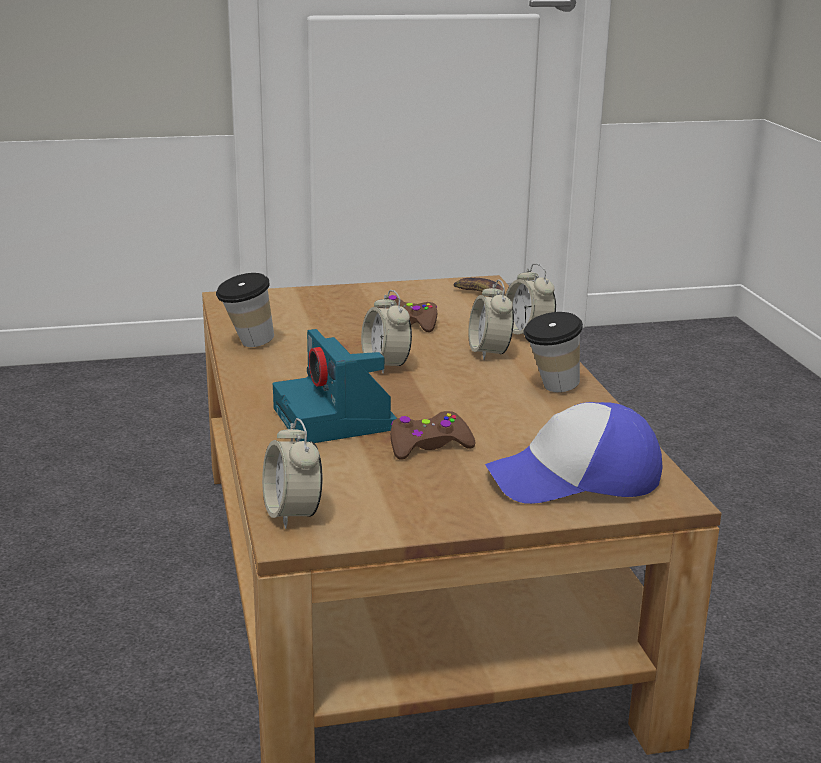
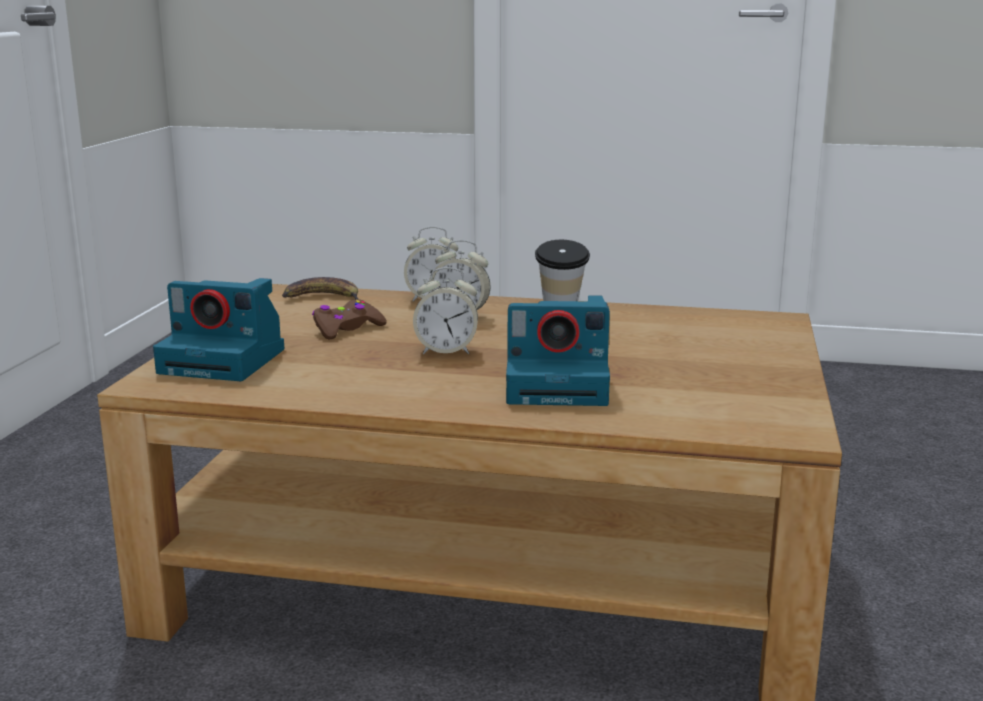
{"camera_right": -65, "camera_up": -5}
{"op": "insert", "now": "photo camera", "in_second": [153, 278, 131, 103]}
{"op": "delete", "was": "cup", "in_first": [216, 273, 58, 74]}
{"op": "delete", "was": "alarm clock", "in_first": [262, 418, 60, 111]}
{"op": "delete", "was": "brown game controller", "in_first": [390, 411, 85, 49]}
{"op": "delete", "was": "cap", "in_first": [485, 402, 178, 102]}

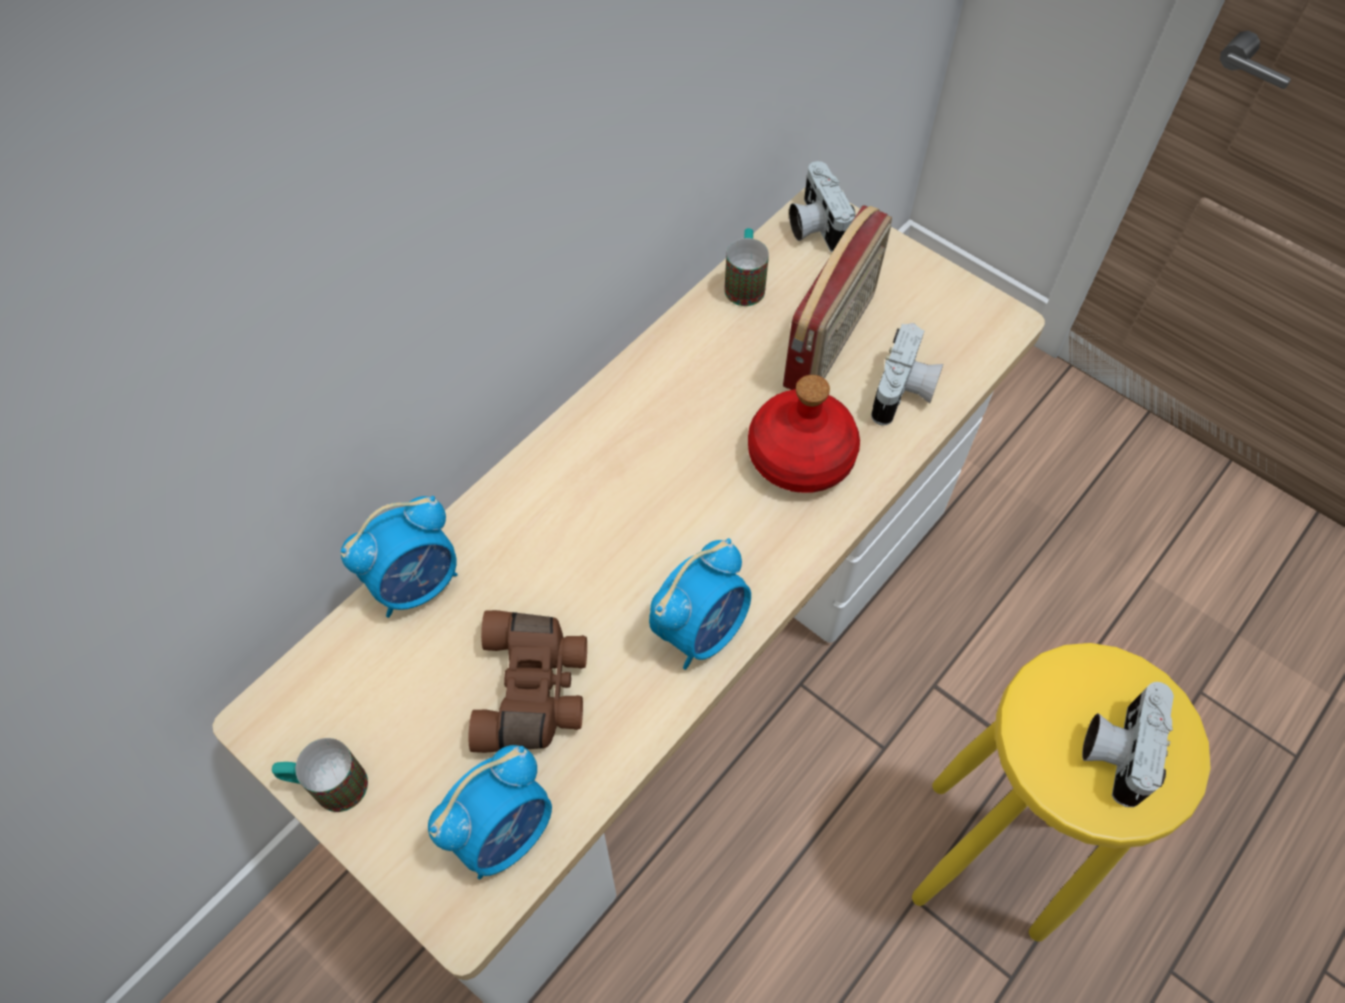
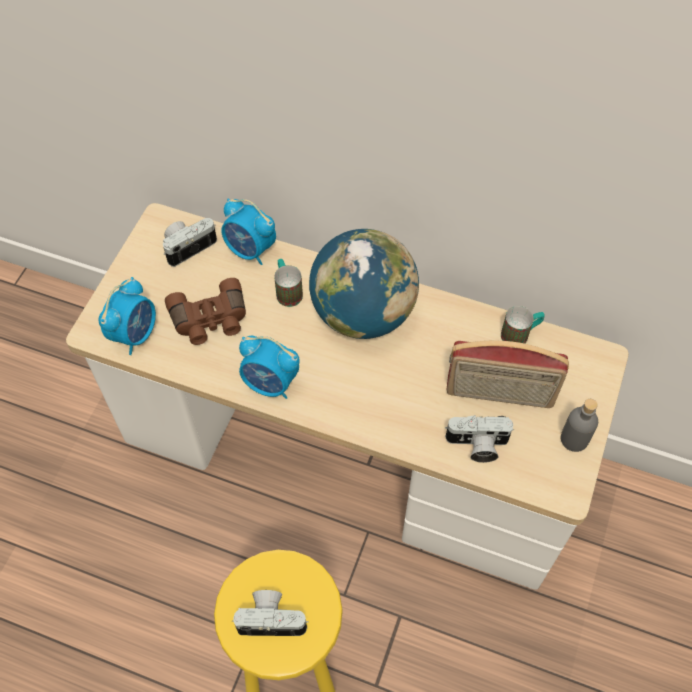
{"camera_right": 70, "camera_up": 0}
{"op": "rotate", "was": "alarm clock", "in_first": [428, 745, 124, 134], "in_second": [98, 277, 58, 78], "clockwise": -90}
{"op": "move", "was": "photo camera", "in_first": [789, 161, 66, 91], "in_second": [163, 218, 54, 49]}
{"op": "move", "was": "mug", "in_first": [272, 738, 96, 74], "in_second": [274, 259, 29, 48]}
{"op": "insert", "now": "globe", "in_second": [309, 229, 110, 110]}
{"op": "insert", "now": "grey bottle", "in_second": [561, 399, 37, 53]}
{"op": "delete", "was": "red bottle", "in_first": [748, 375, 112, 118]}

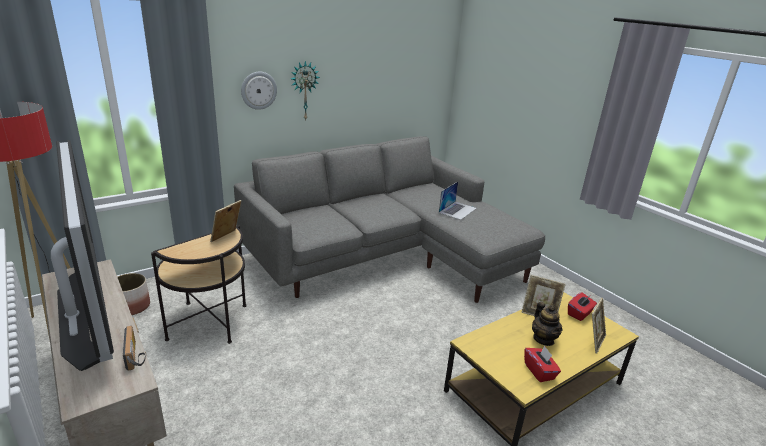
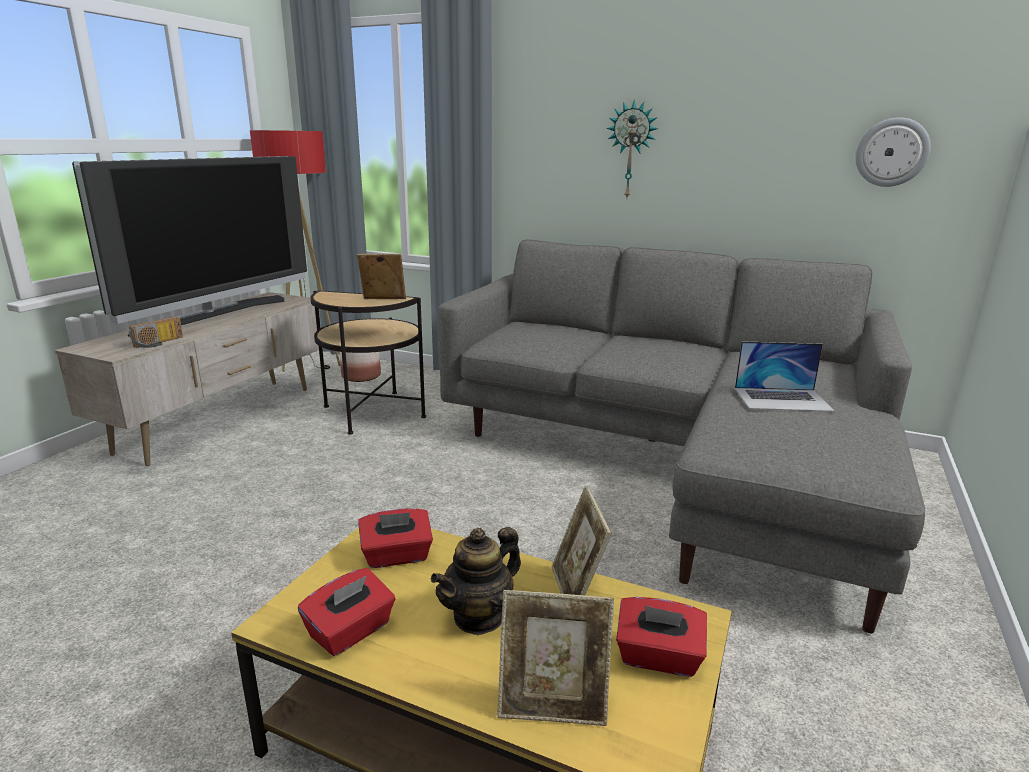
{"camera_right": 60, "camera_up": -5}
{"op": "insert", "now": "red tissue box", "in_second": [358, 508, 75, 60]}
{"op": "move", "was": "wall clock", "in_first": [241, 72, 36, 38], "in_second": [855, 117, 76, 70]}

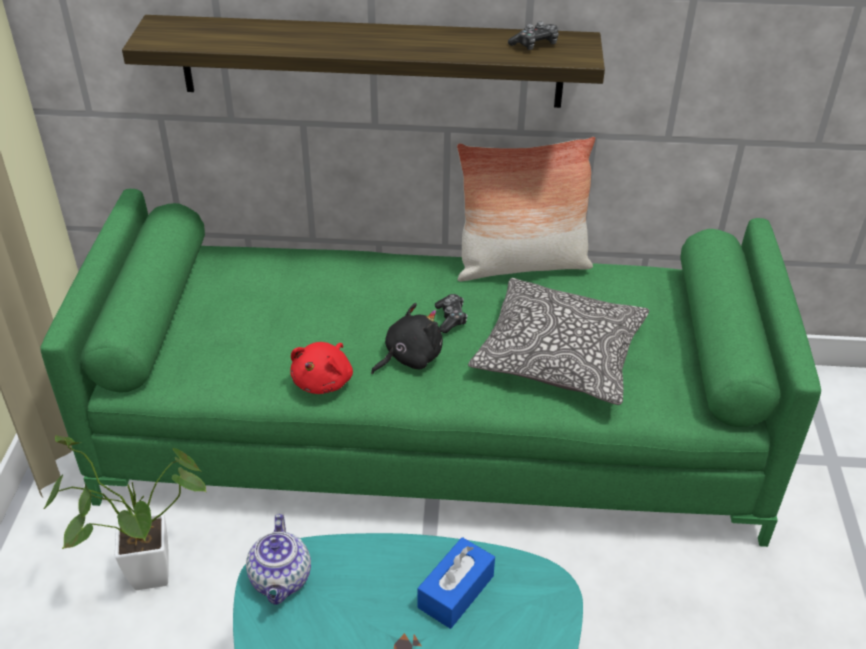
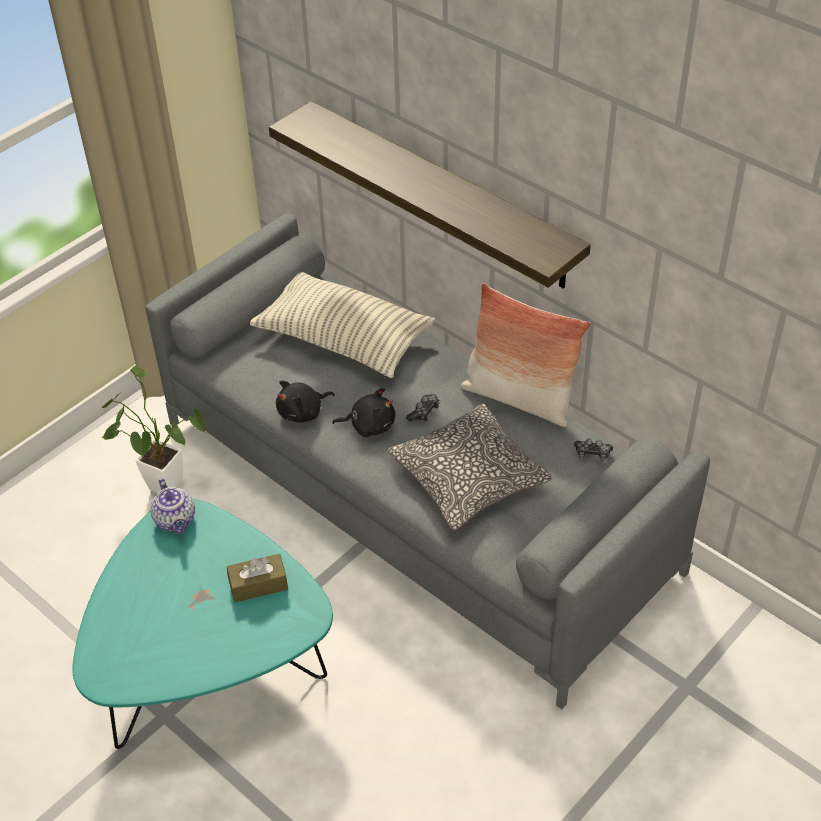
{"camera_right": 40, "camera_up": 5}
{"op": "recolor", "was": "green sofa", "now": "grey sofa", "in_first": [40, 189, 781, 358], "in_second": [145, 213, 565, 496]}
{"op": "rotate", "was": "teapot", "in_first": [246, 514, 65, 91], "in_second": [150, 478, 45, 55], "clockwise": -60}
{"op": "recolor", "was": "blue tissue box", "now": "brown tissue box", "in_first": [418, 537, 77, 92], "in_second": [227, 554, 61, 48]}
{"op": "insert", "now": "pillow", "in_second": [250, 272, 185, 106]}
{"op": "recolor", "was": "red plush toy", "now": "black plush toy", "in_first": [291, 342, 62, 52], "in_second": [276, 380, 59, 43]}
{"op": "move", "was": "game controller", "in_first": [508, 22, 51, 28], "in_second": [574, 439, 39, 22]}

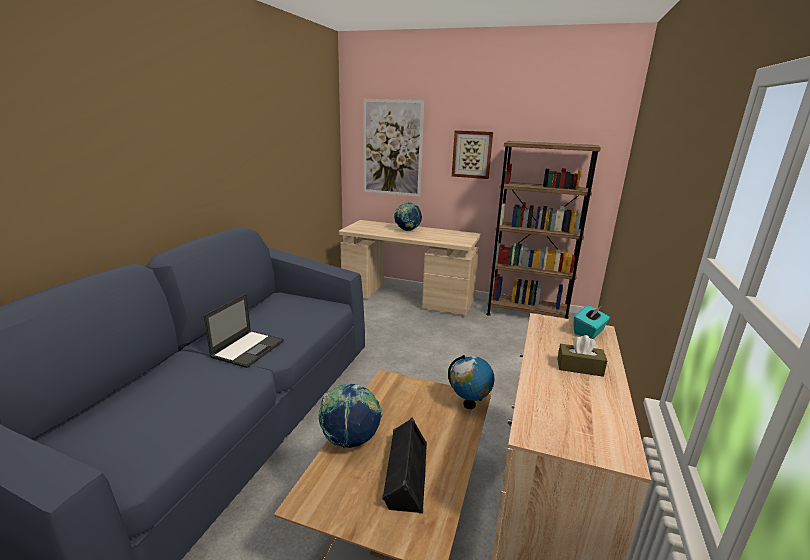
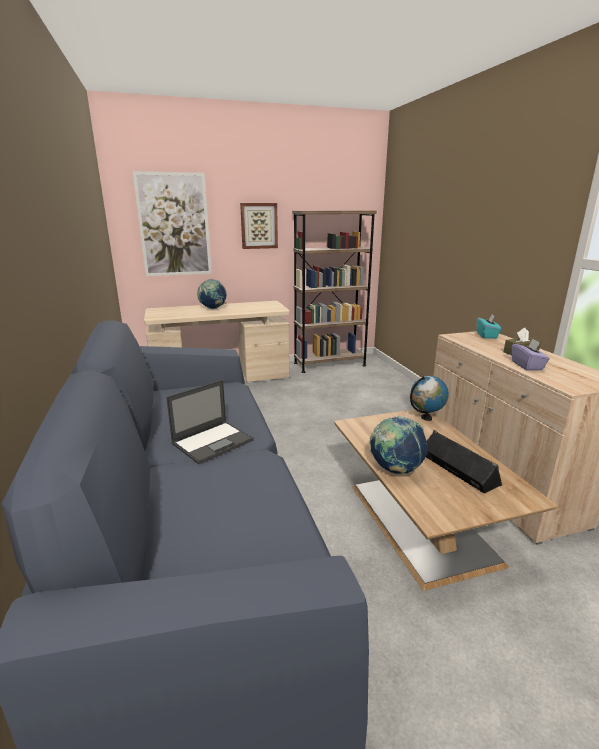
{"camera_right": -35, "camera_up": 0}
{"op": "rotate", "was": "laptop", "in_first": [204, 294, 80, 74], "in_second": [166, 380, 88, 84], "clockwise": 60}
{"op": "insert", "now": "purple tissue box", "in_second": [512, 339, 38, 32]}

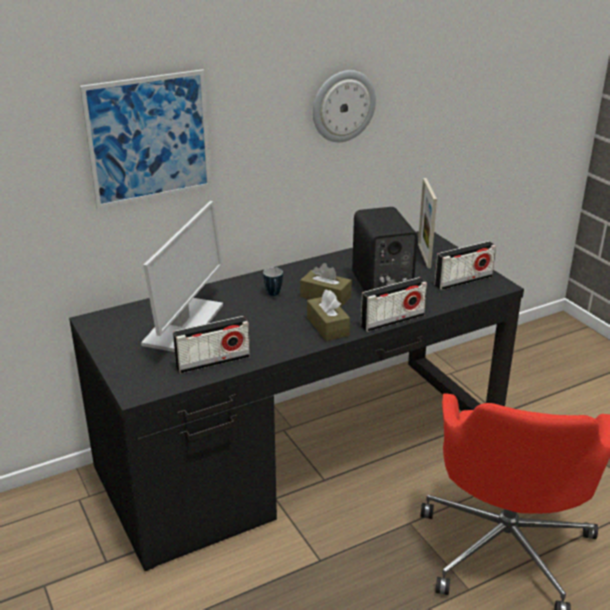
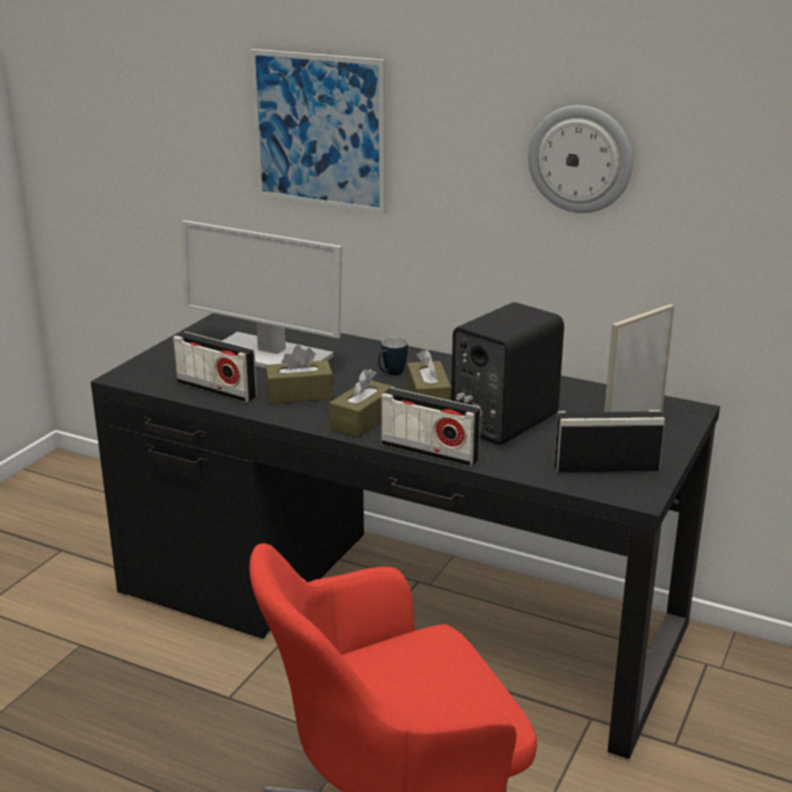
{"camera_right": 55, "camera_up": -5}
{"op": "rotate", "was": "monitor", "in_first": [141, 201, 82, 151], "in_second": [181, 220, 161, 148], "clockwise": 45}
{"op": "insert", "now": "brown tissue box", "in_second": [265, 345, 68, 59]}
{"op": "rotate", "was": "radio", "in_first": [434, 241, 62, 49], "in_second": [554, 410, 111, 62], "clockwise": 150}

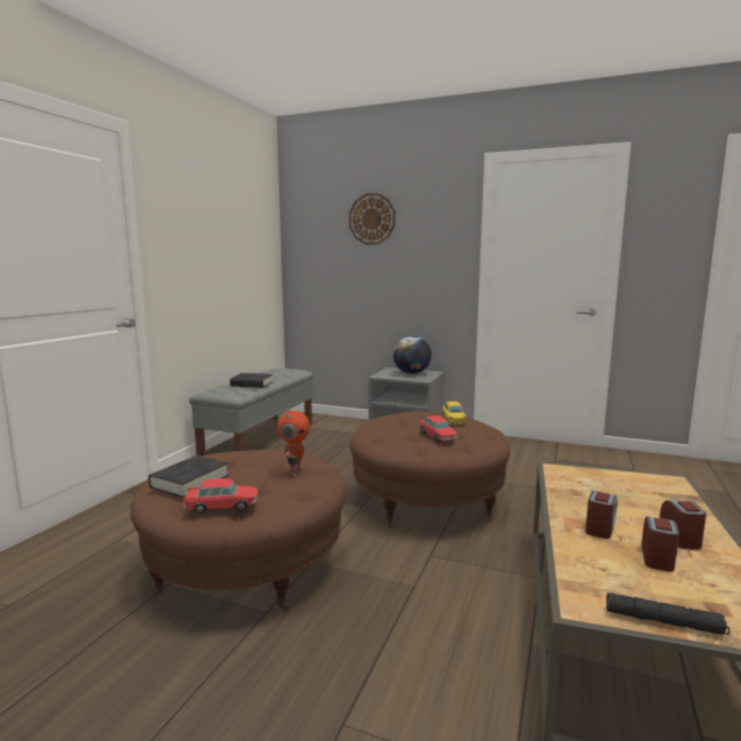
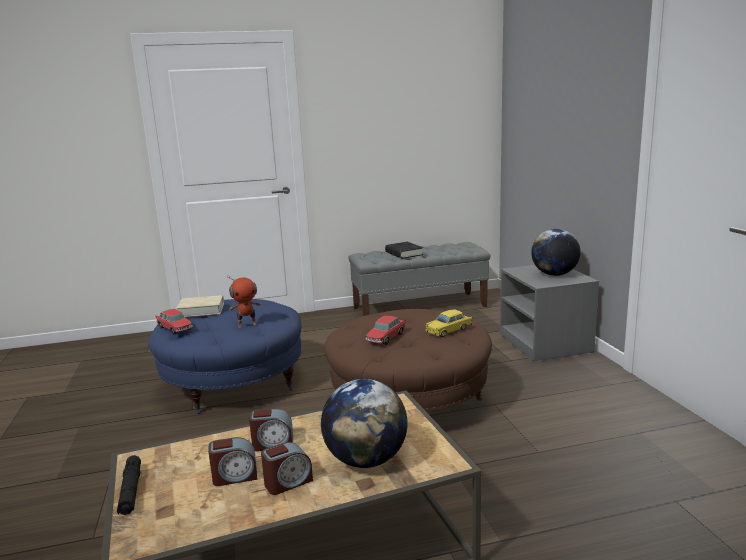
{"camera_right": 55, "camera_up": 5}
{"op": "recolor", "was": "brown ottoman", "now": "blue ottoman", "in_first": [130, 449, 216, 162], "in_second": [149, 299, 152, 115]}
{"op": "recolor", "was": "black book", "now": "beige book", "in_first": [148, 455, 81, 43], "in_second": [176, 295, 48, 22]}
{"op": "insert", "now": "globe", "in_second": [321, 379, 87, 89]}
{"op": "delete", "was": "wall clock", "in_first": [349, 193, 46, 52]}

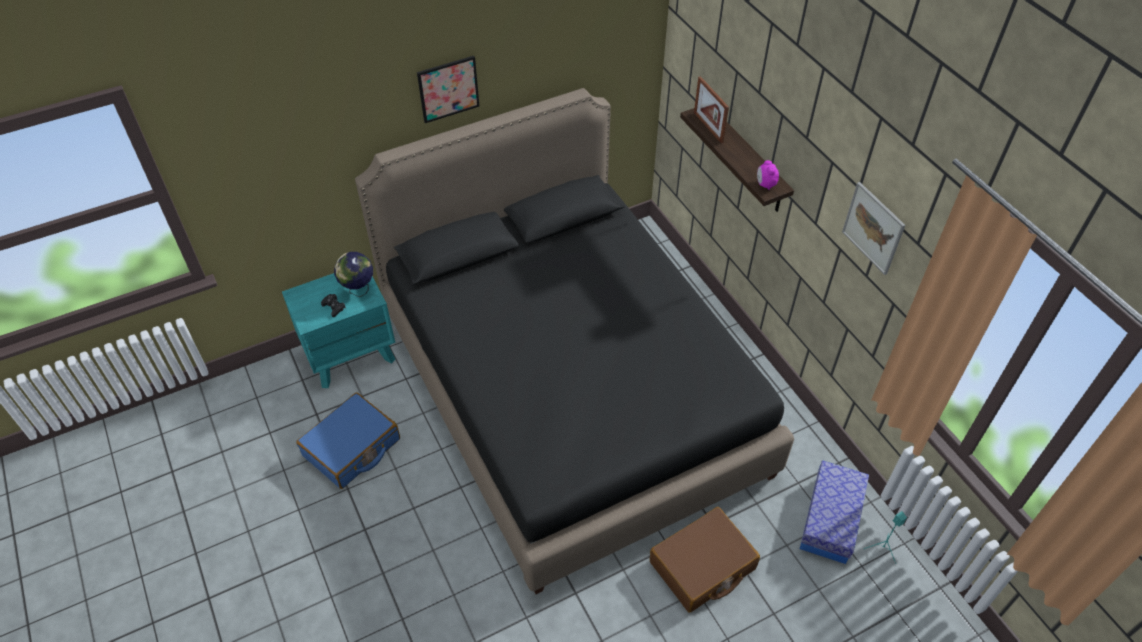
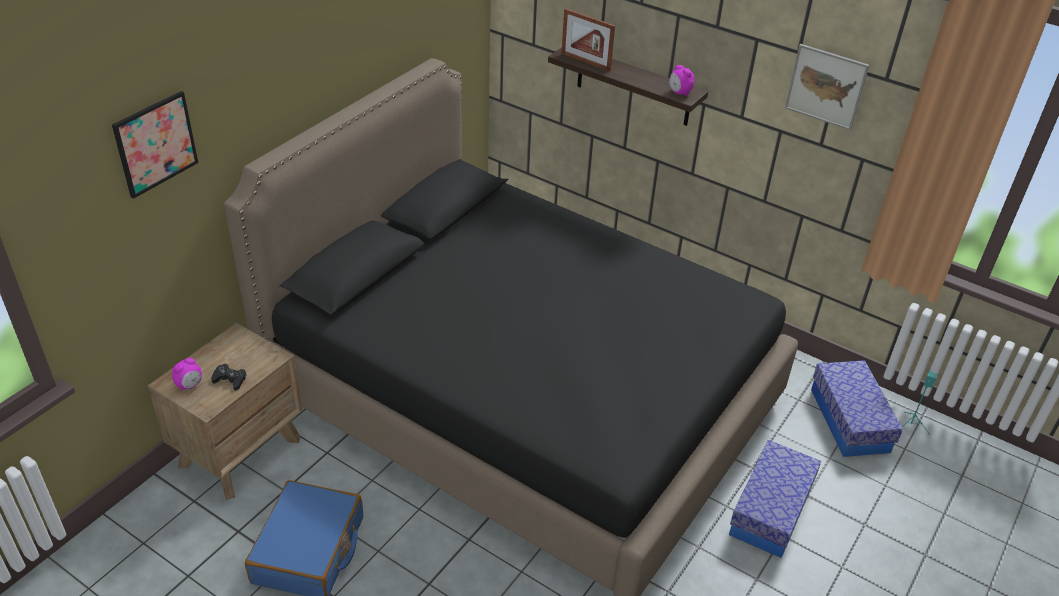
{"camera_right": -30, "camera_up": -10}
{"op": "move", "was": "picture", "in_first": [417, 56, 62, 67], "in_second": [112, 91, 86, 108]}
{"op": "recolor", "was": "turquoise nightstand", "now": "brown nightstand", "in_first": [282, 273, 113, 115], "in_second": [148, 323, 154, 177]}
{"op": "insert", "now": "alarm clock", "in_second": [172, 358, 30, 32]}
{"op": "replace", "was": "brown suitcase", "now": "storage box", "in_first": [650, 507, 110, 106], "in_second": [729, 440, 92, 118]}
{"op": "delete", "was": "globe", "in_first": [334, 252, 39, 45]}

